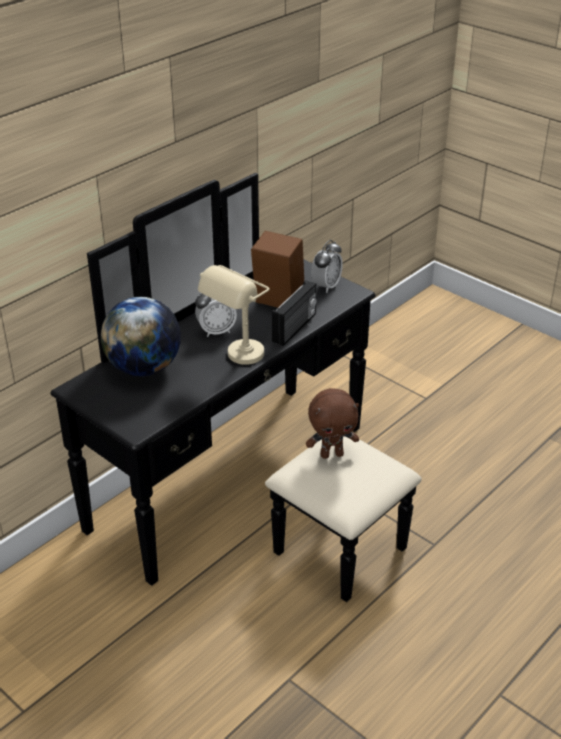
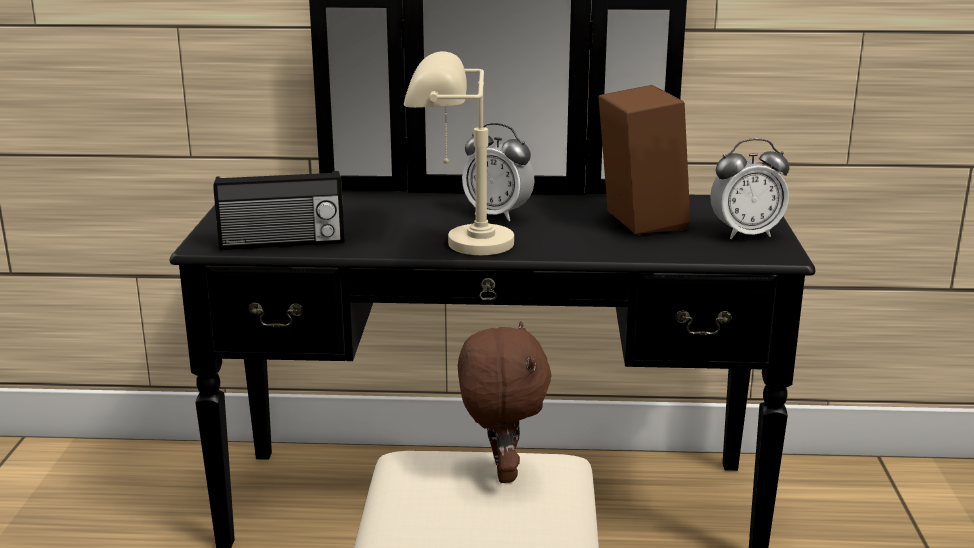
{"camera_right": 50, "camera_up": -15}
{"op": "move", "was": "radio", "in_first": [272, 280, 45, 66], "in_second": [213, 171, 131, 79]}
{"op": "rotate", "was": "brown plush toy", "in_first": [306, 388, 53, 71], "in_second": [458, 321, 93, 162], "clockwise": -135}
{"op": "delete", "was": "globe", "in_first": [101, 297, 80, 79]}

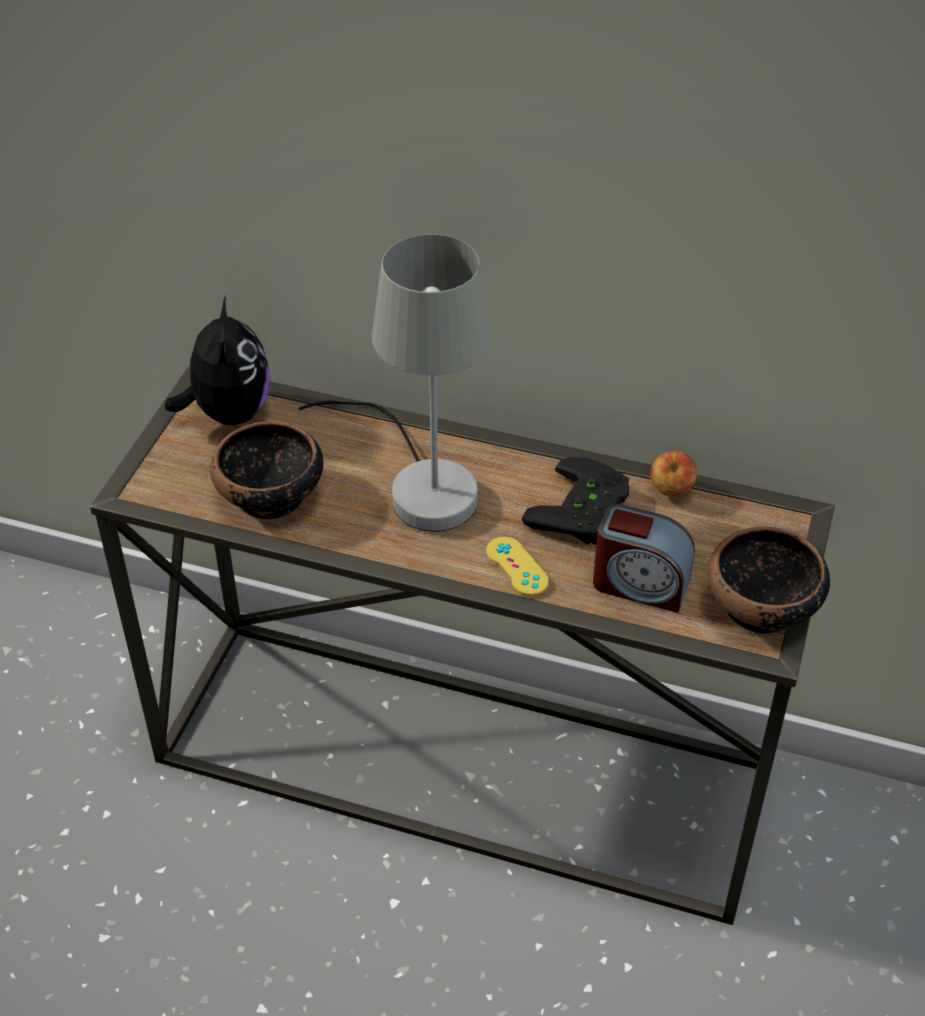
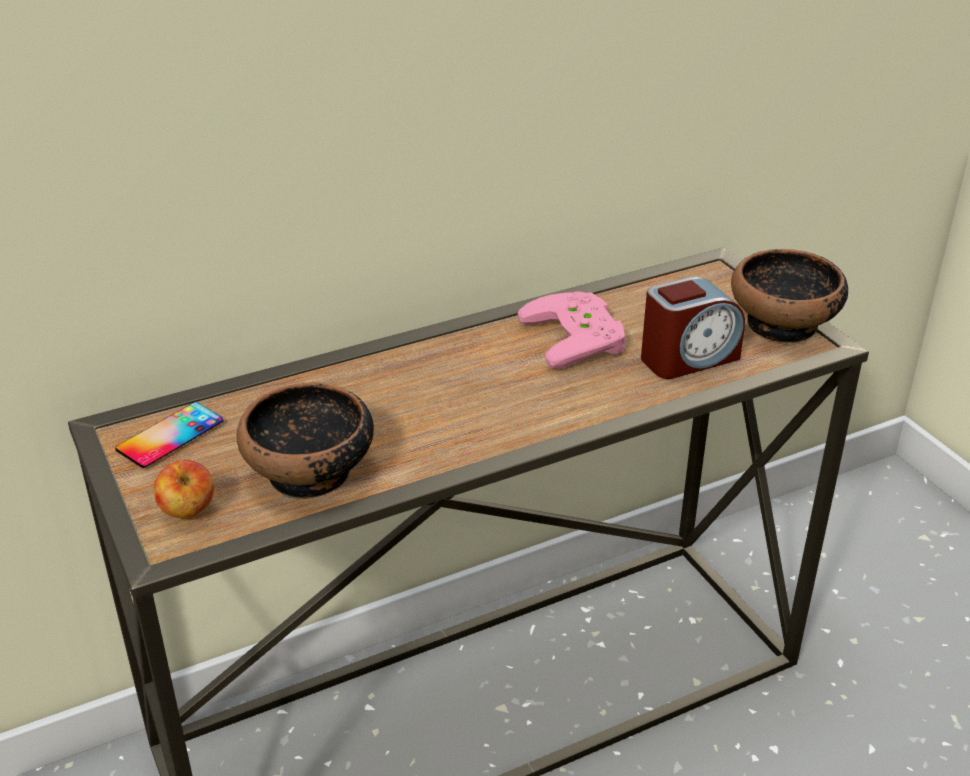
{"camera_right": -45, "camera_up": -10}
{"op": "replace", "was": "plush toy", "now": "phone", "in_first": [165, 296, 106, 129], "in_second": [115, 402, 109, 66]}
{"op": "move", "was": "apple", "in_first": [650, 451, 47, 45], "in_second": [154, 460, 60, 58]}
{"op": "recolor", "was": "black game controller", "now": "pink game controller", "in_first": [522, 457, 108, 88], "in_second": [518, 291, 107, 78]}
{"op": "delete", "was": "grey table lamp", "in_first": [298, 234, 194, 298]}
{"op": "delete", "was": "yellow game controller", "in_first": [486, 537, 63, 59]}

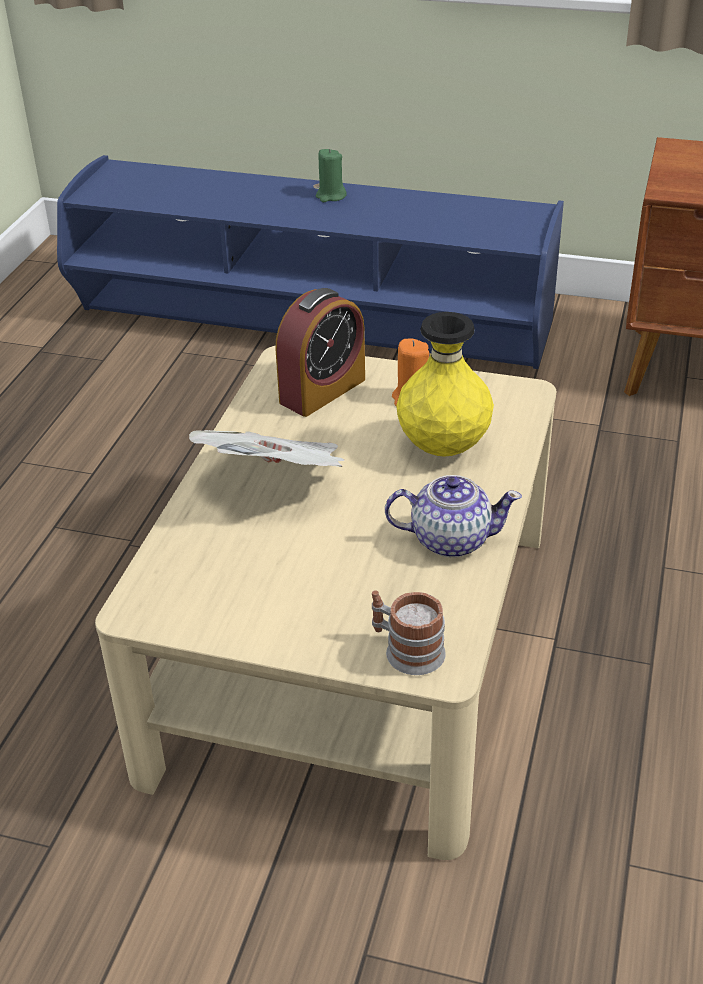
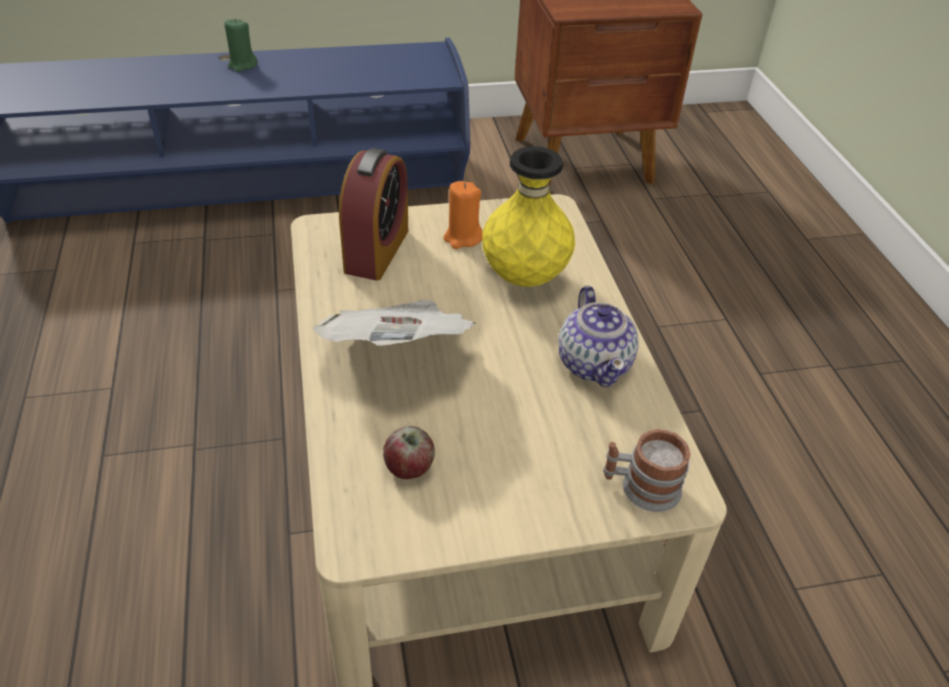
{"camera_right": -30, "camera_up": 5}
{"op": "insert", "now": "apple", "in_second": [383, 426, 52, 53]}
{"op": "rotate", "was": "teapot", "in_first": [385, 475, 137, 82], "in_second": [559, 286, 80, 101], "clockwise": 105}

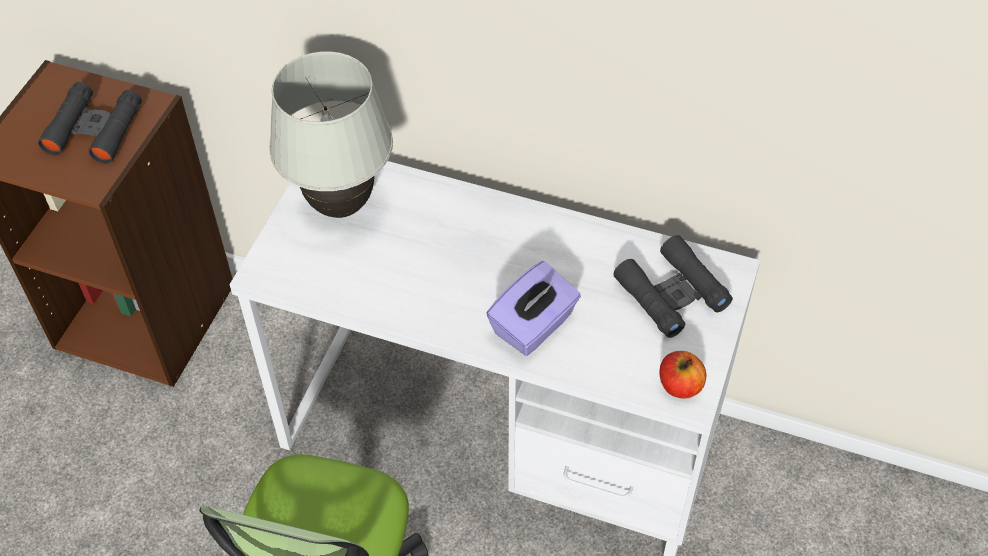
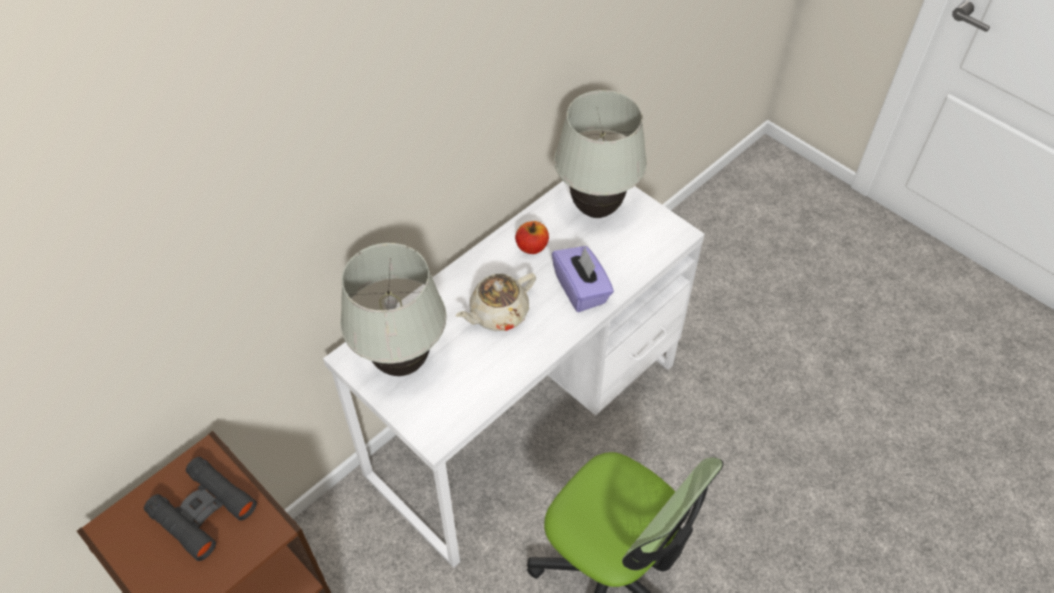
{"camera_right": -65, "camera_up": 0}
{"op": "insert", "now": "beige teapot", "in_second": [456, 273, 80, 58]}
{"op": "move", "was": "apple", "in_first": [660, 351, 46, 48], "in_second": [515, 221, 34, 33]}
{"op": "replace", "was": "black binoculars", "now": "white table lamp", "in_first": [613, 235, 120, 103], "in_second": [554, 90, 93, 128]}

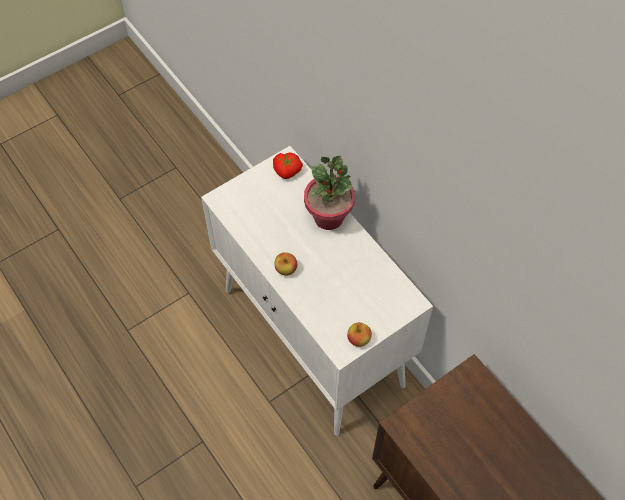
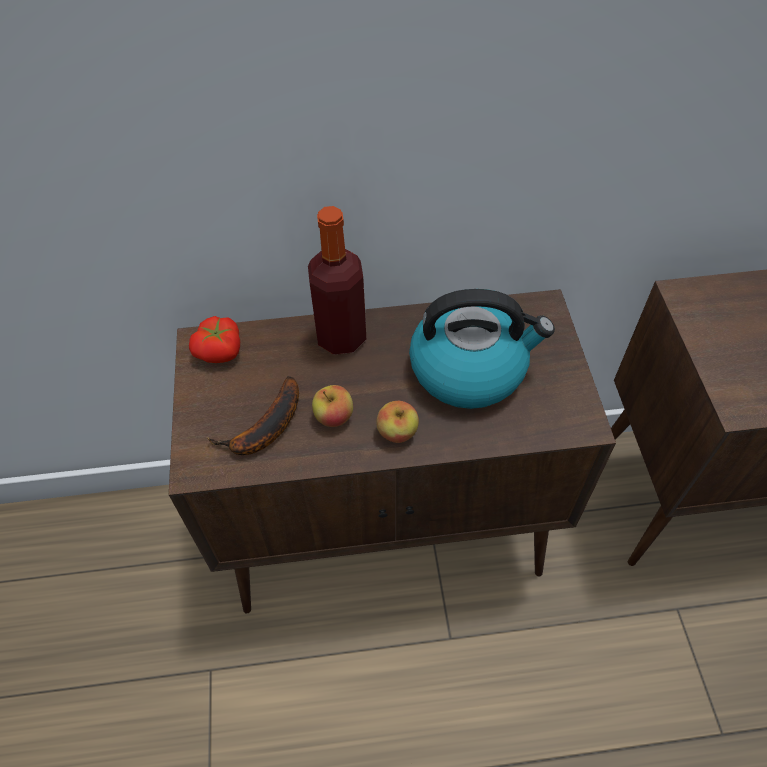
{"camera_right": -60, "camera_up": -5}
{"op": "recolor", "was": "white cabinet", "now": "brown cabinet", "in_first": [201, 146, 232, 290], "in_second": [169, 289, 447, 324]}
{"op": "insert", "now": "banana", "in_second": [207, 376, 92, 79]}
{"op": "replace", "was": "potted plant", "now": "bottle", "in_first": [304, 156, 51, 74], "in_second": [308, 206, 58, 149]}
{"op": "move", "was": "apple", "in_first": [347, 322, 25, 25], "in_second": [312, 385, 41, 42]}
{"op": "insert", "now": "kettle", "in_second": [409, 289, 146, 120]}

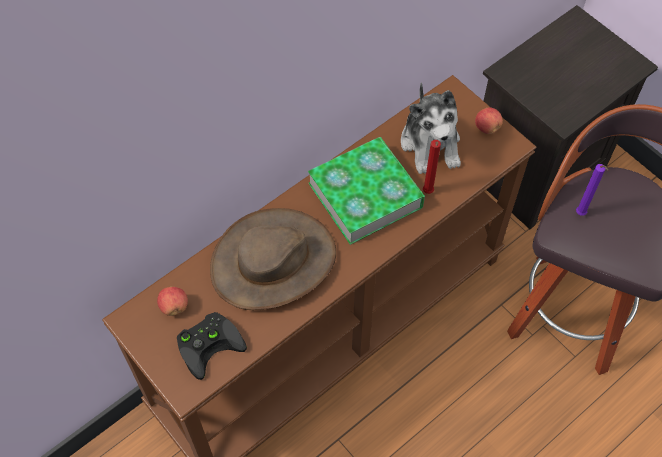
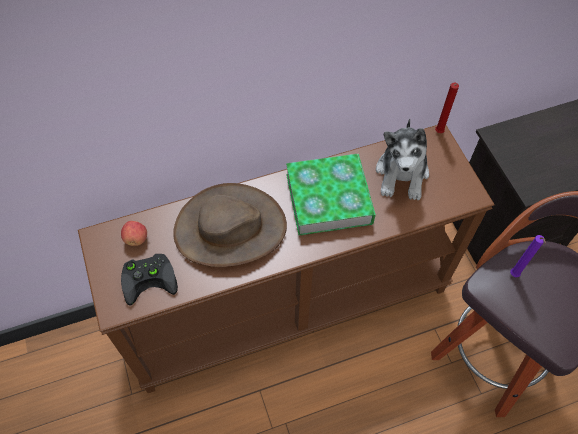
{"camera_right": 20, "camera_up": 0}
{"op": "move", "was": "red candle", "in_first": [423, 140, 18, 54], "in_second": [435, 82, 24, 51]}
{"op": "delete", "was": "apple", "in_first": [475, 107, 28, 27]}

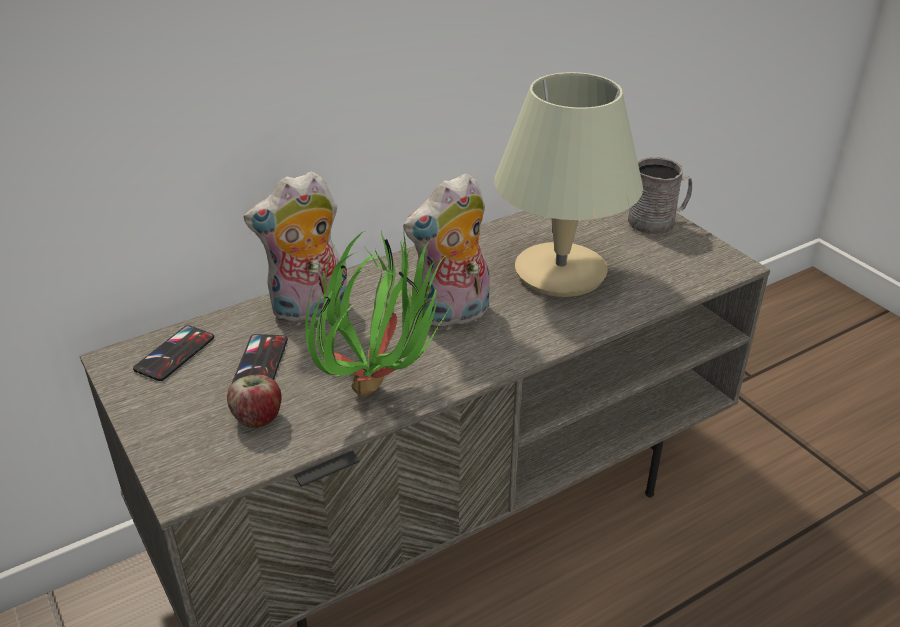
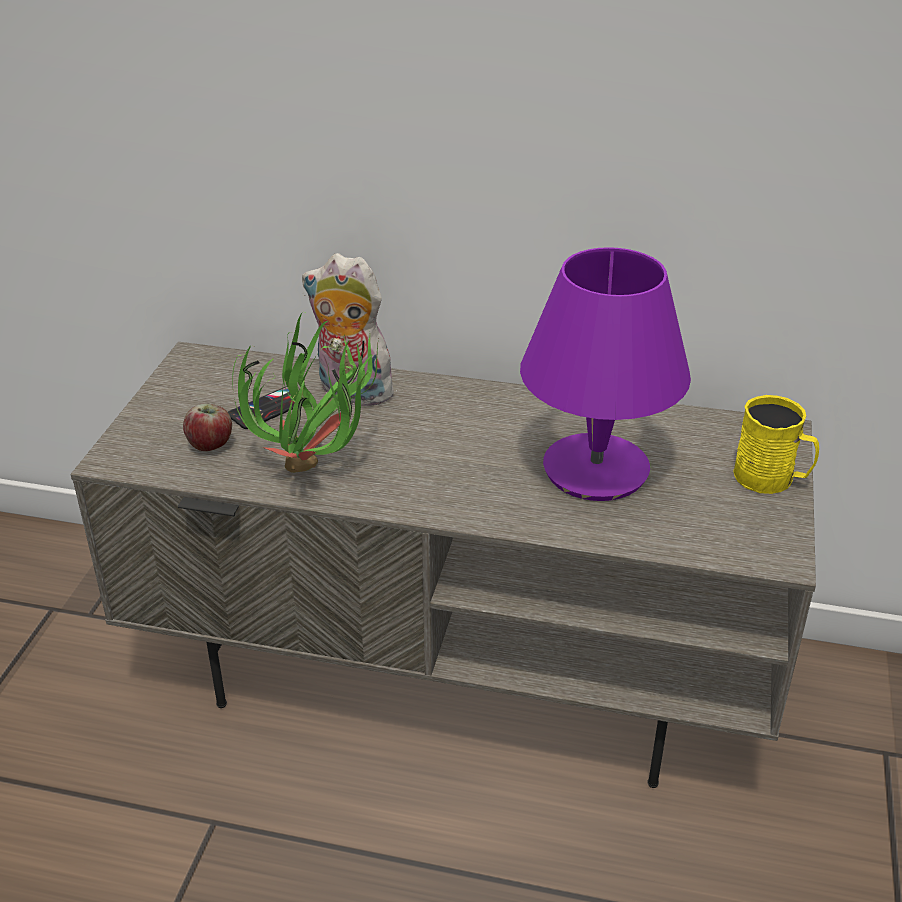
{"camera_right": 45, "camera_up": 0}
{"op": "recolor", "was": "beige table lamp", "now": "purple table lamp", "in_first": [494, 72, 149, 225], "in_second": [520, 247, 171, 254]}
{"op": "recolor", "was": "grey mug", "now": "yellow mug", "in_first": [628, 157, 64, 79], "in_second": [733, 395, 86, 99]}
{"op": "delete", "was": "phone", "in_first": [133, 325, 81, 56]}
{"op": "delete", "was": "plush toy", "in_first": [403, 173, 87, 159]}

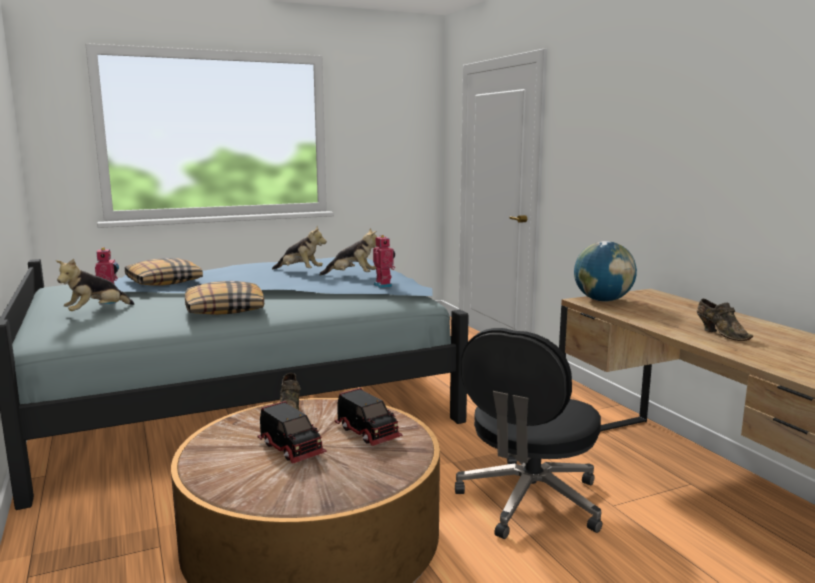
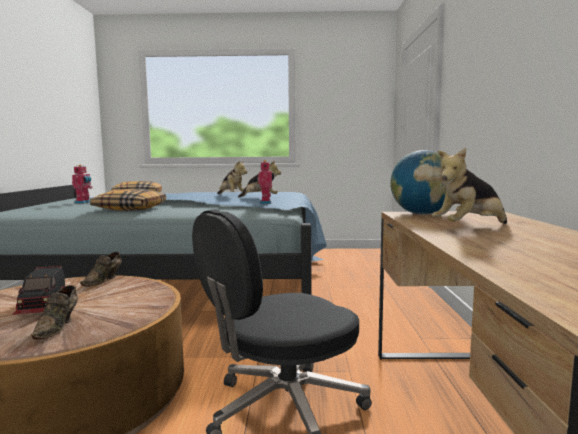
{"camera_right": 25, "camera_up": -5}
{"op": "move", "was": "brown shoe", "in_first": [697, 299, 56, 42], "in_second": [31, 285, 47, 55]}
{"op": "move", "was": "plush toy", "in_first": [56, 259, 78, 52], "in_second": [432, 148, 75, 76]}
{"op": "delete", "was": "toy truck", "in_first": [335, 388, 68, 58]}

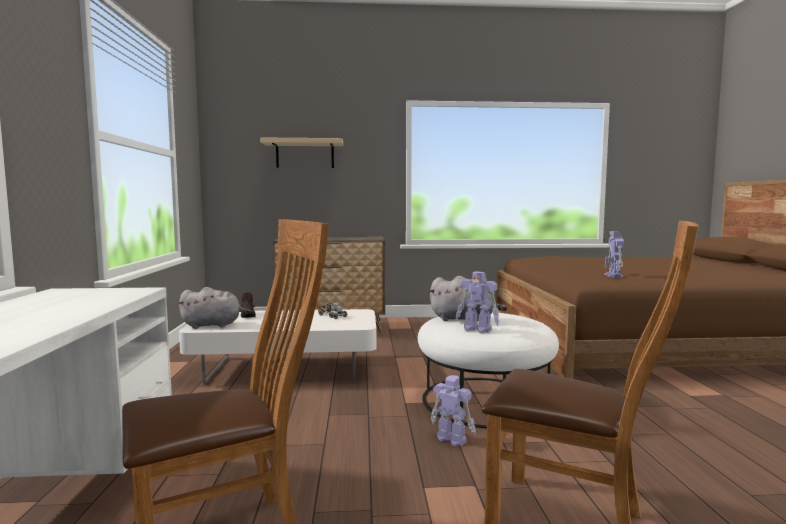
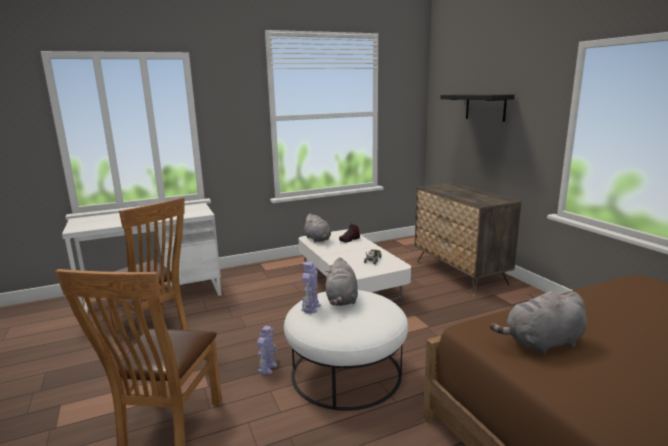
{"camera_right": 70, "camera_up": 10}
{"op": "recolor", "was": "beige shelf", "now": "black shelf", "in_first": [260, 137, 83, 31], "in_second": [440, 94, 75, 28]}
{"op": "replace", "was": "toy robot", "now": "grey plush toy", "in_first": [605, 231, 19, 47], "in_second": [490, 291, 97, 64]}

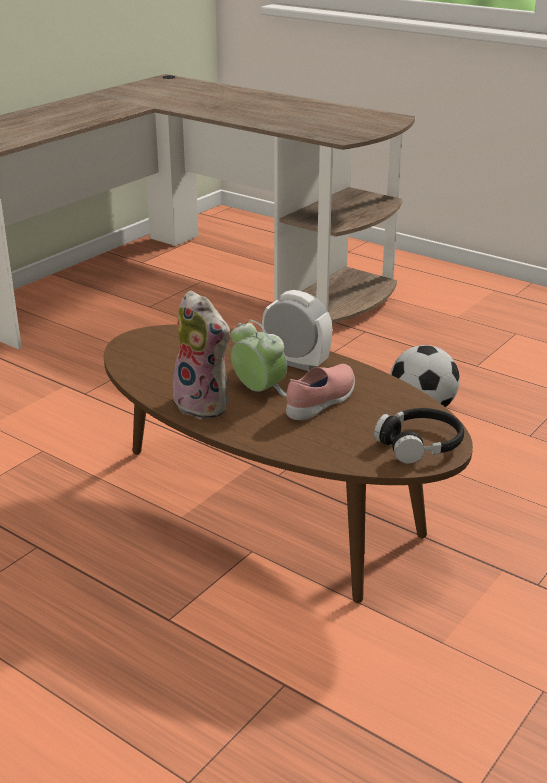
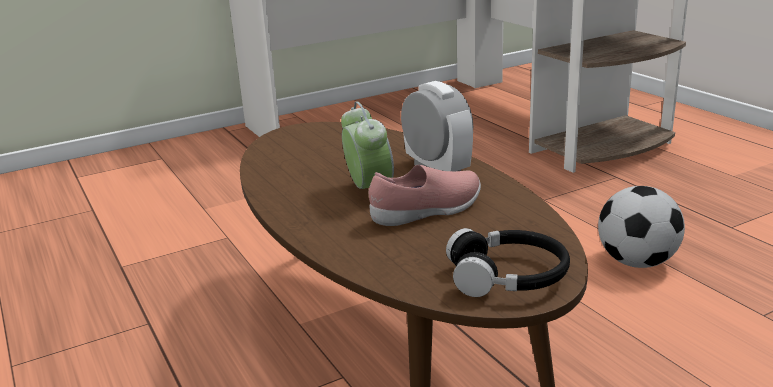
{"camera_right": 25, "camera_up": -5}
{"op": "delete", "was": "plush toy", "in_first": [170, 290, 60, 129]}

